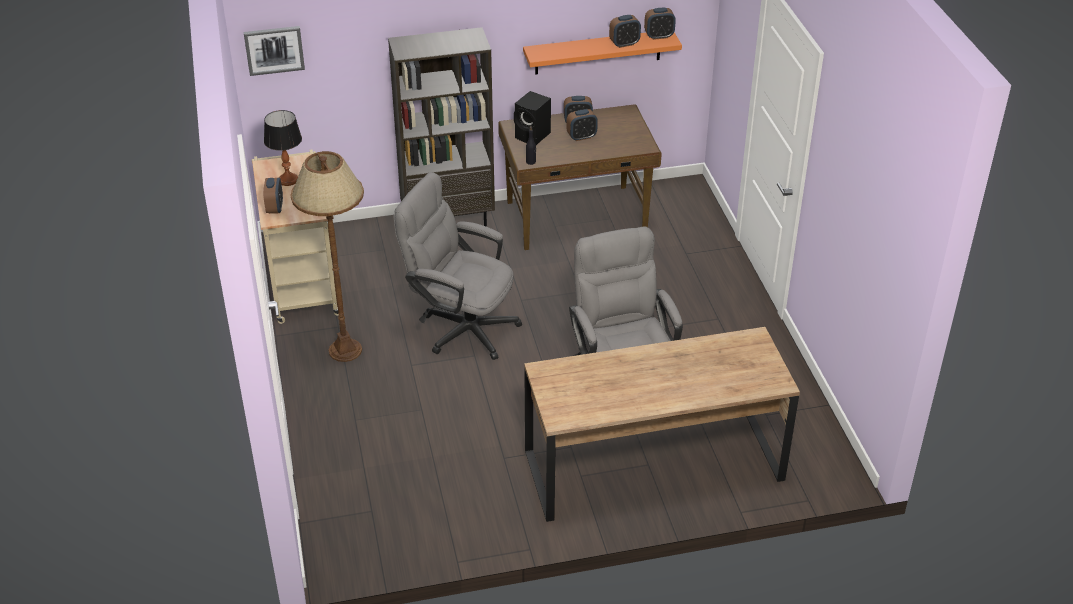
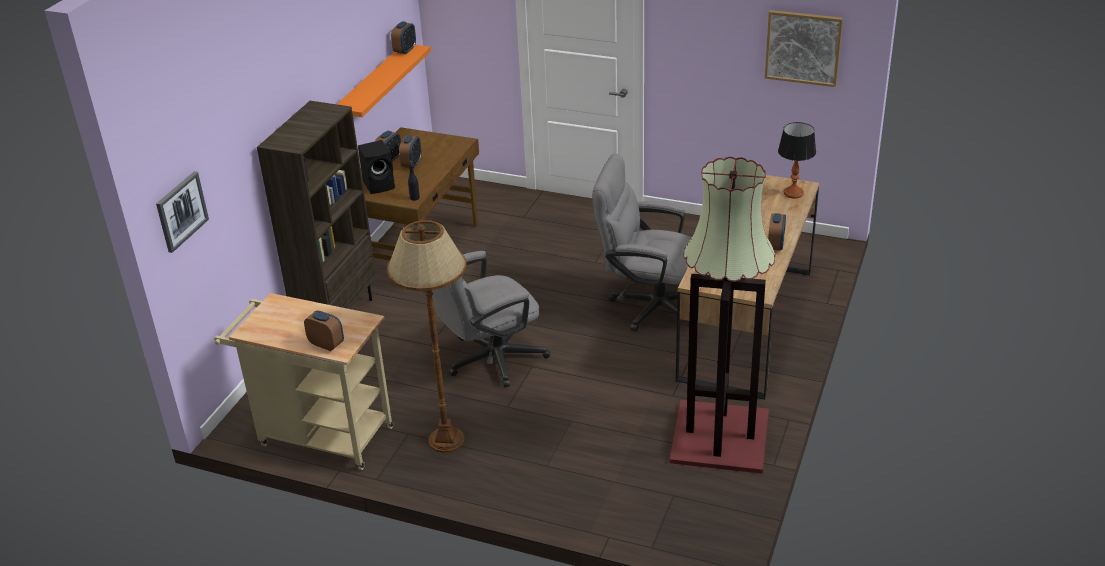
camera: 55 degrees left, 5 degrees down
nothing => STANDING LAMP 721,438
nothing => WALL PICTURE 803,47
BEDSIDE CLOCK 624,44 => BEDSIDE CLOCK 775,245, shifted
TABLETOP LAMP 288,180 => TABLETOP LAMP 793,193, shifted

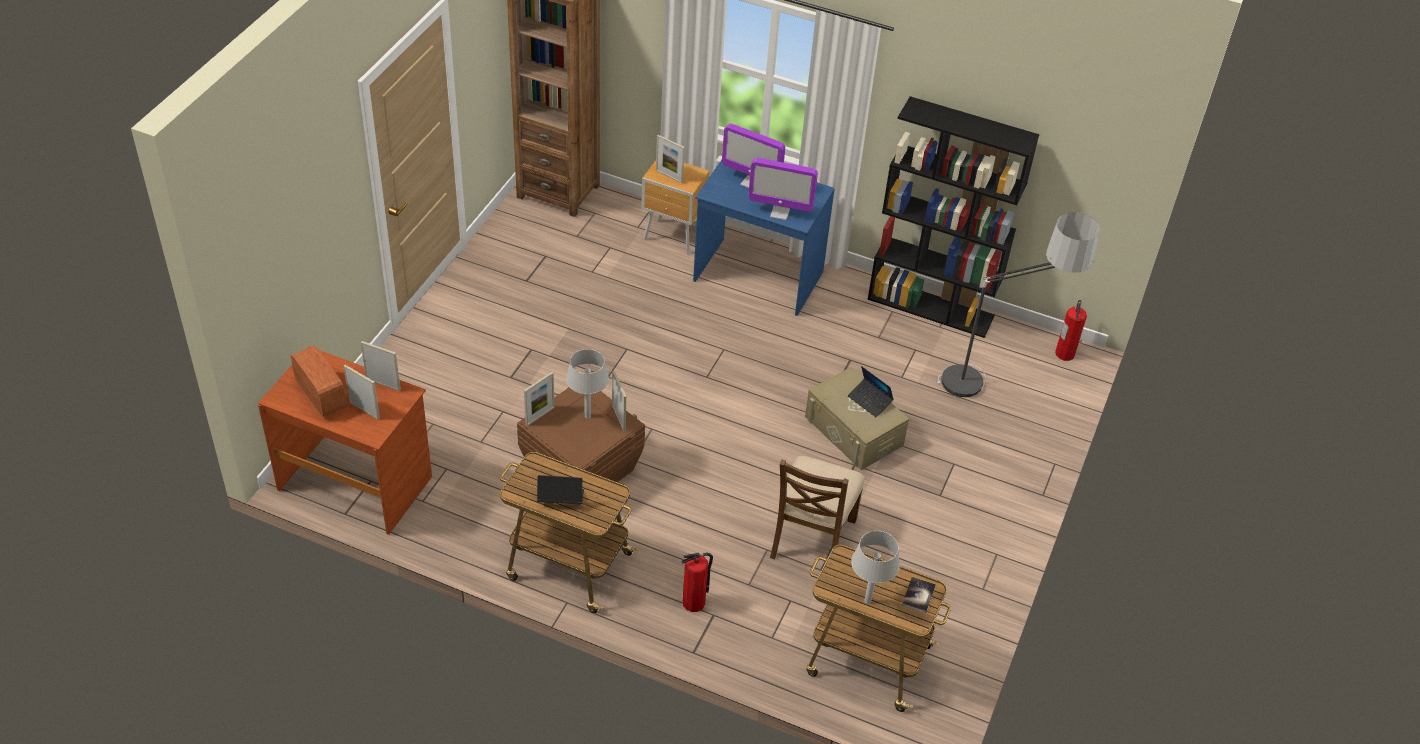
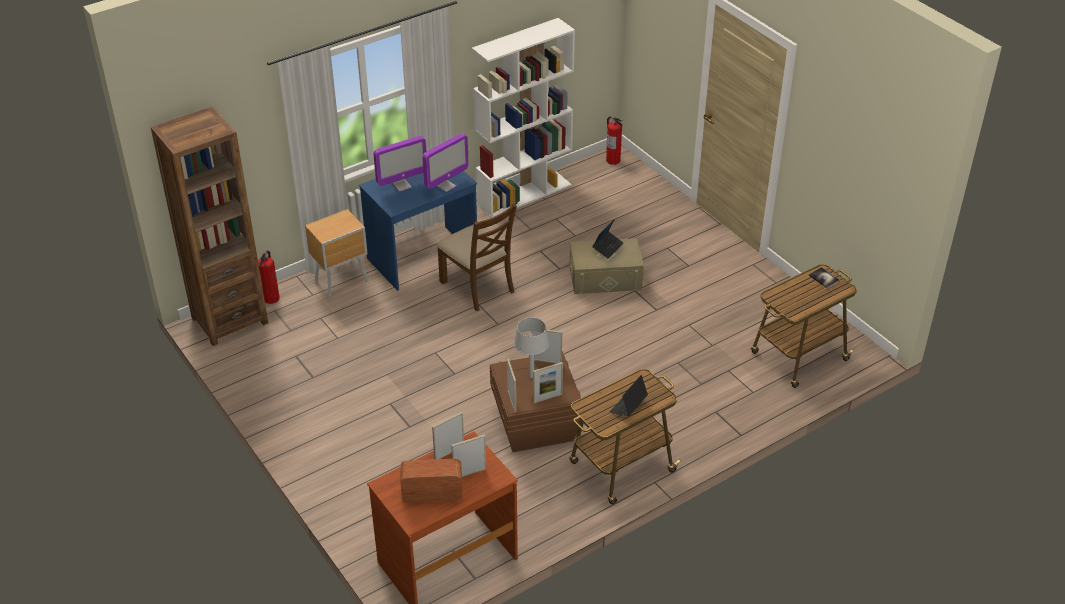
camera: 55 degrees left, 5 degrees down
EXTINGUISHER 694,602 => EXTINGUISHER 271,298, shifted
BROWN PLAIN CHAIR 811,538 => BROWN PLAIN CHAIR 478,286, shifted
BLACK SHELVING UNIT 931,307 => WHITE-COLOURED SHELVING UNIT 524,194
PICTURE FRAME 669,176 => PICTURE FRAME 547,398, shifted
LAPTOP 870,401 => LAPTOP 607,247, 45 degrees counterclockwise
GREYISH TABLETOP LAMP 867,600 => nothing
STANDING LAMP 995,385 => nothing

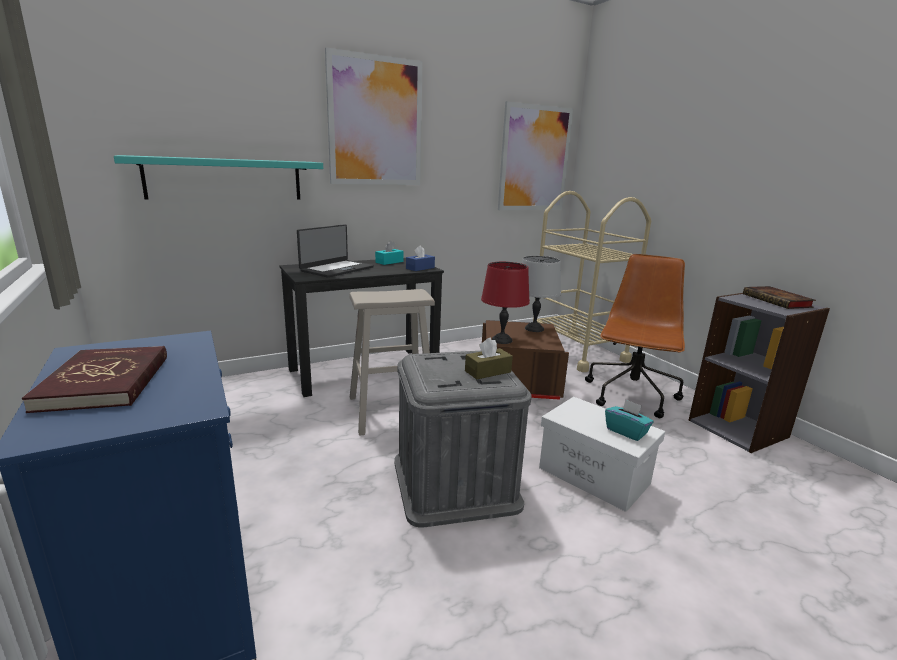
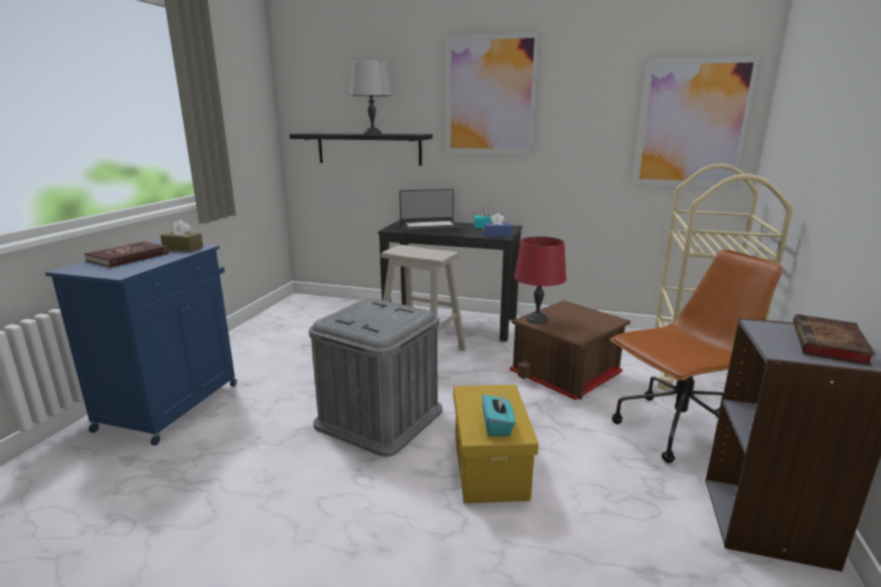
camera: 45 degrees right, 0 degrees up
BROWN TISSUE HOLDER 488,371 => BROWN TISSUE HOLDER 183,248, shifted
BLUE-GREEN WALL SHELF 225,179 => BLACK WALL SHELF 369,148
GREYISH TABLETOP LAMP 534,329 => GREYISH TABLETOP LAMP 372,133, shifted
WHITE-COLOURED STORAGE BOX 595,476 => YELLOW-COLOURED STORAGE BOX 490,467

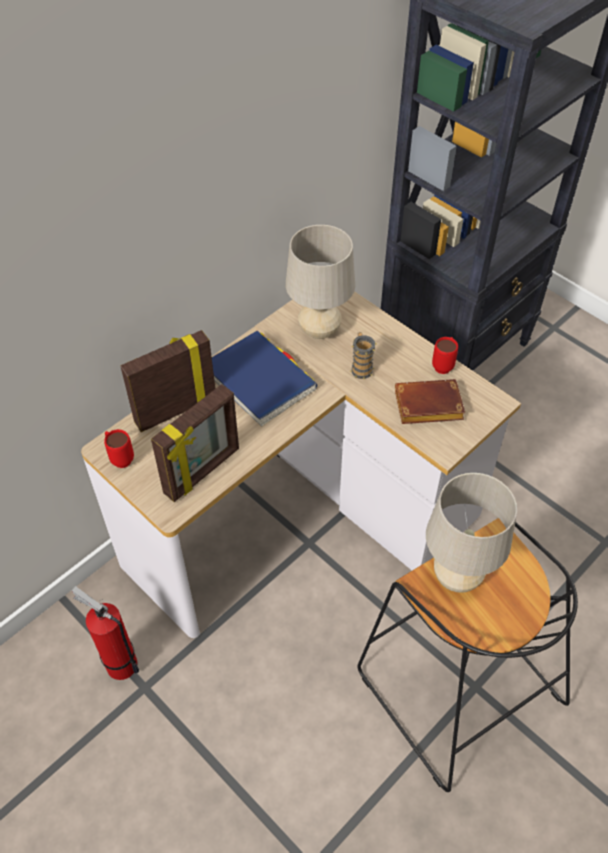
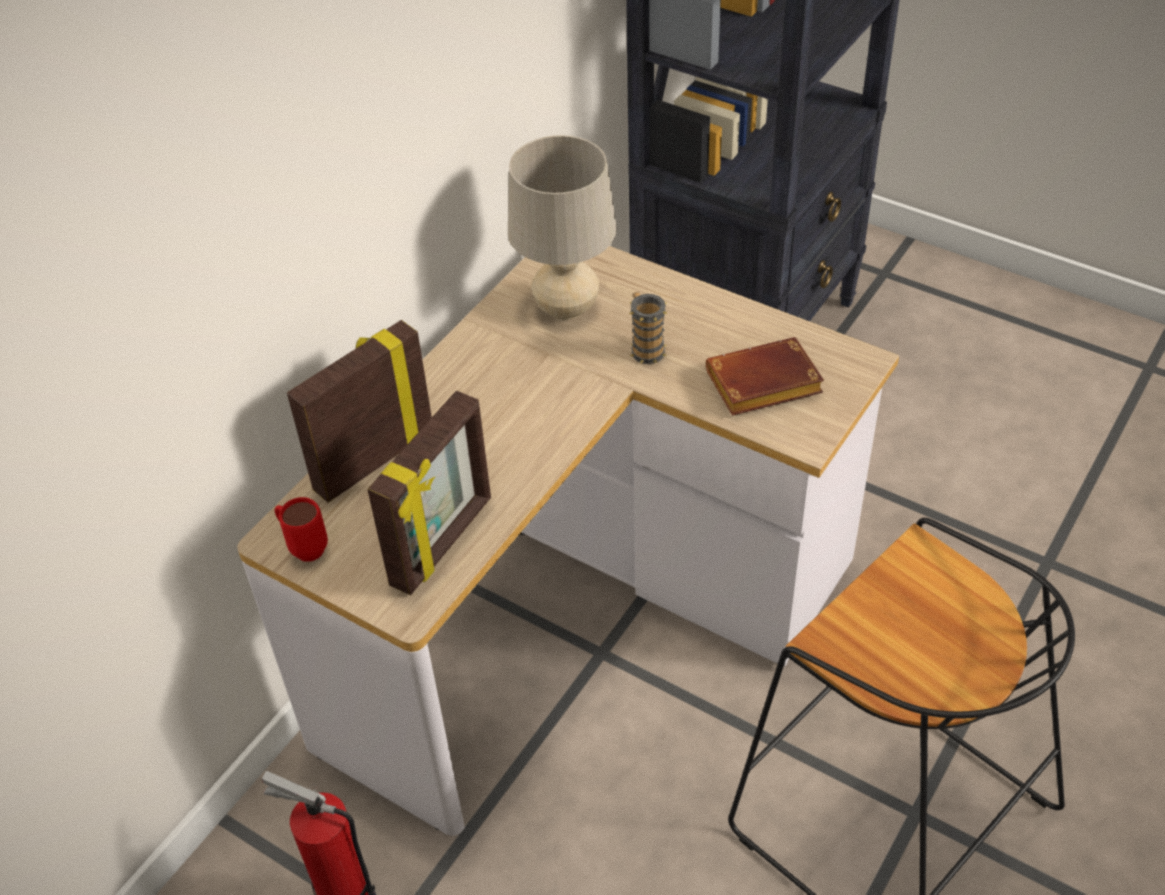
camera: 10 degrees left, 5 degrees down
BLUE-COLOURED BOOK 259,380 => nothing
BEIGE-COLOURED TABLETOP LAMP 457,577 => nothing
RED-COLOURED TEA MUG 444,365 => nothing

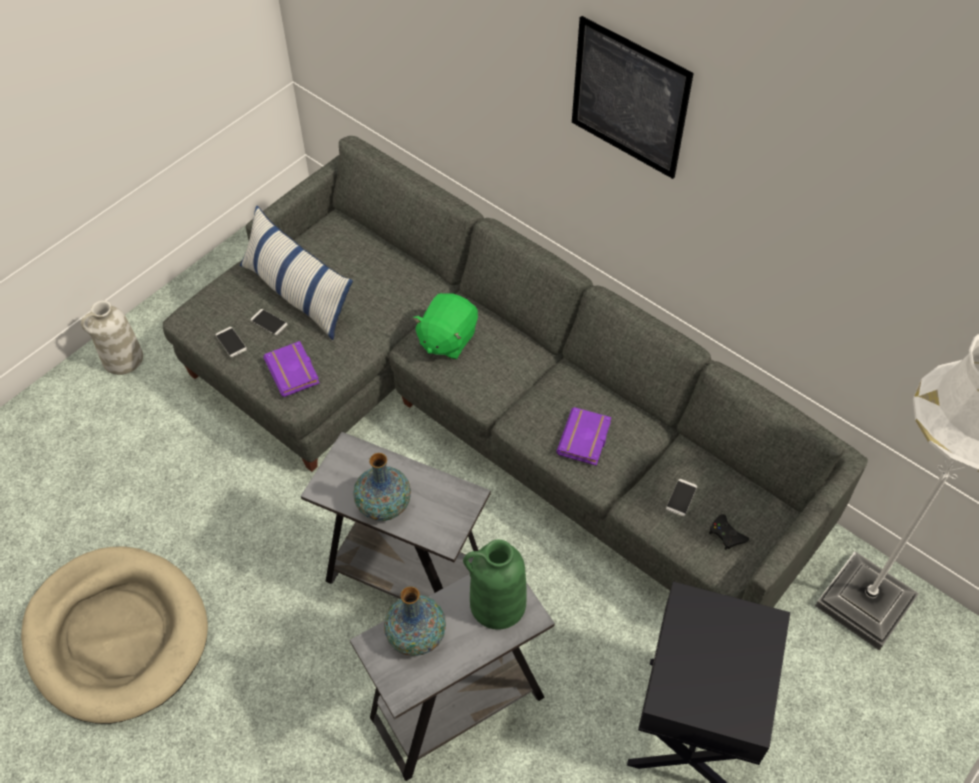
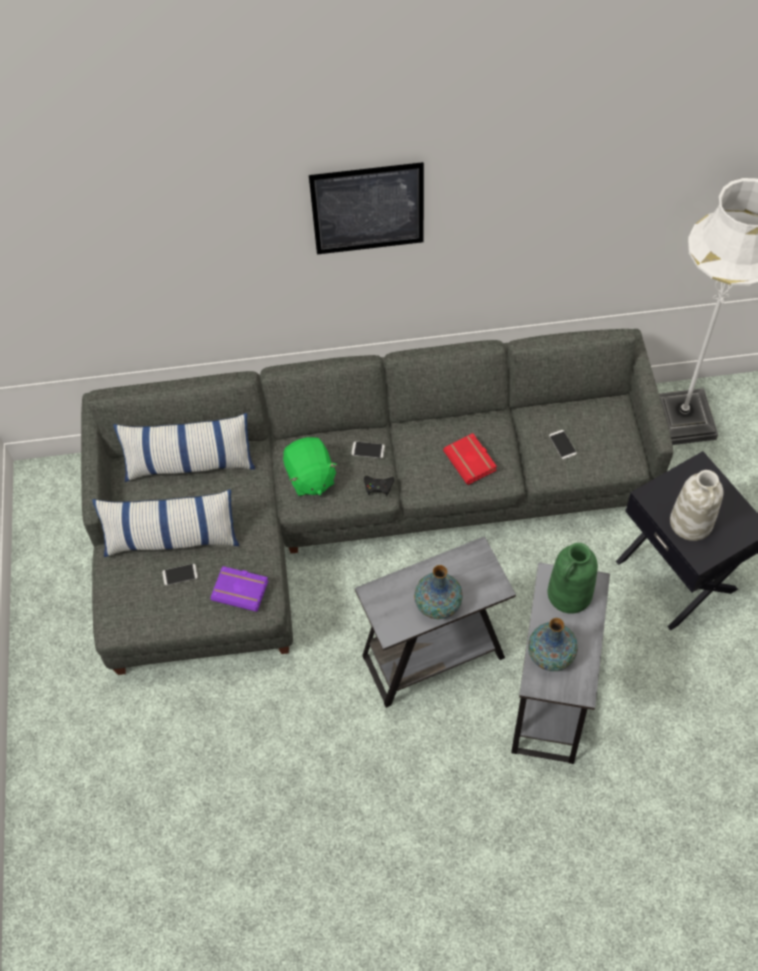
camera: 45 degrees left, 5 degrees up
nothing => PILLOW 189,463
HANDSET 231,342 => HANDSET 368,450, shifted
BLACK GAME CONTROLLER 726,534 => BLACK GAME CONTROLLER 378,486, shifted
PURPLISH BOOK 585,440 => RED-COLOURED BOOK 472,461
WHITE-COLOURED FLOWER VASE 122,360 => WHITE-COLOURED FLOWER VASE 691,523, shifted
BEIGE-COLOURED PET BED 117,635 => nothing

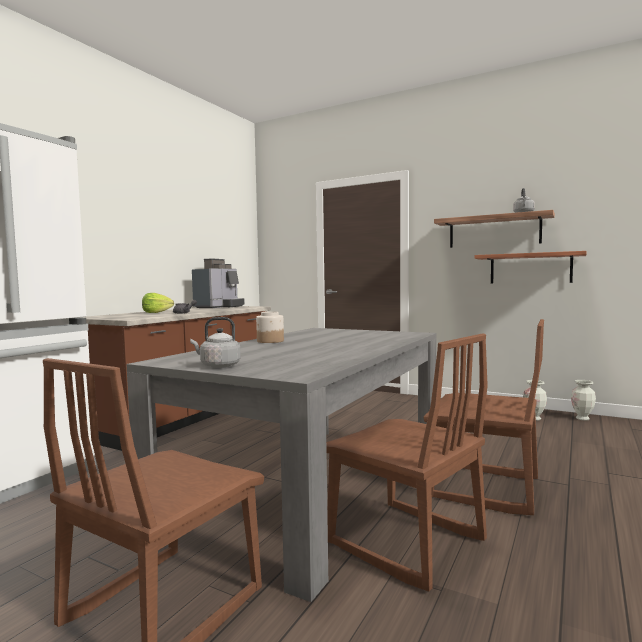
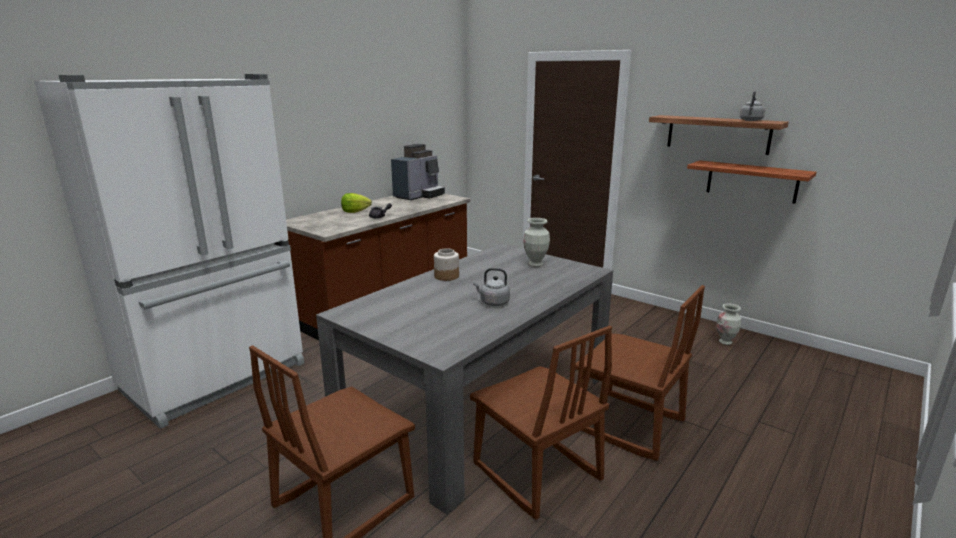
camera: 10 degrees right, 15 degrees up
GREYISH WATER KETTLE 218,366 => GREYISH WATER KETTLE 493,302, shifted
FLOWER VASE 582,418 => FLOWER VASE 535,264, shifted

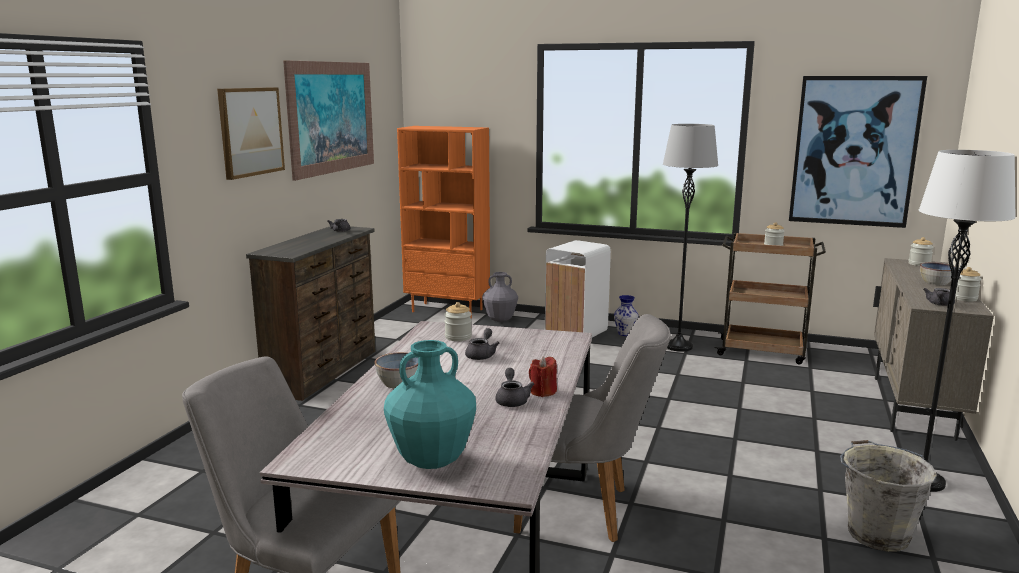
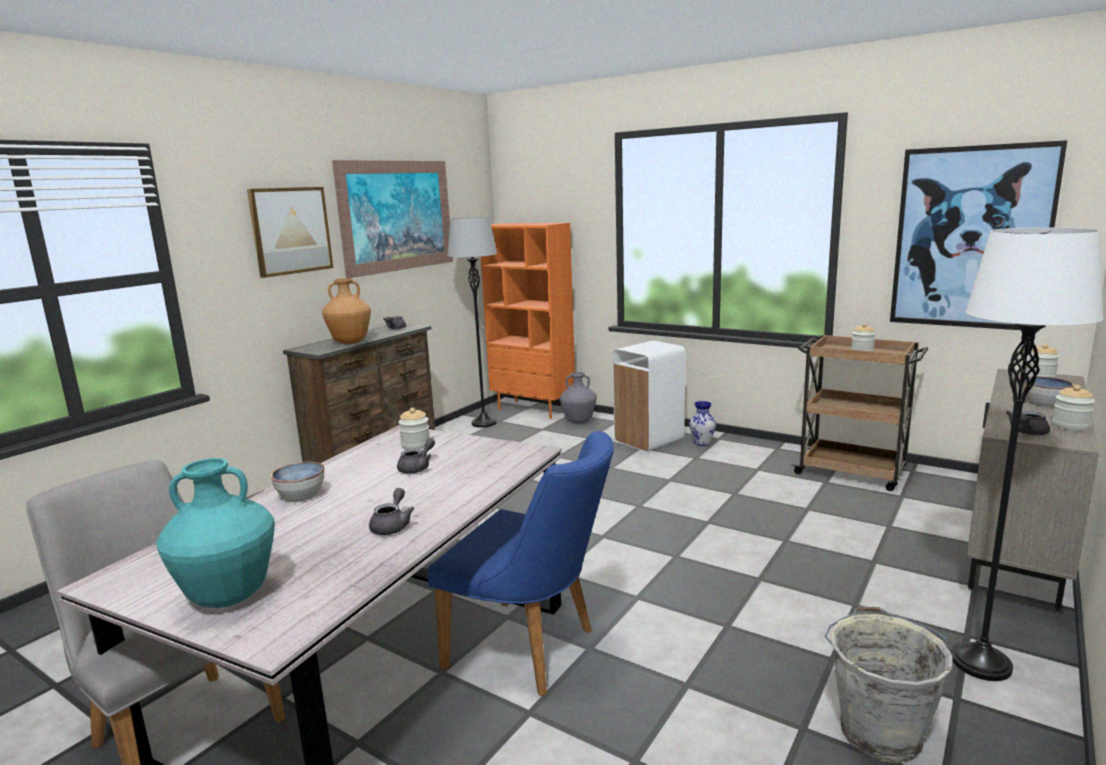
camera: 15 degrees right, 0 degrees up
nothing => BROWN FLOWER VASE 350,342
GREYISH PLAIN CHAIR 585,510 => BLUE-COLOURED PLAIN CHAIR 533,650
GREYISH STANDING LAMP 678,346 => GREYISH STANDING LAMP 484,423, shifted
RED-COLOURED CANDLE 543,392 => nothing

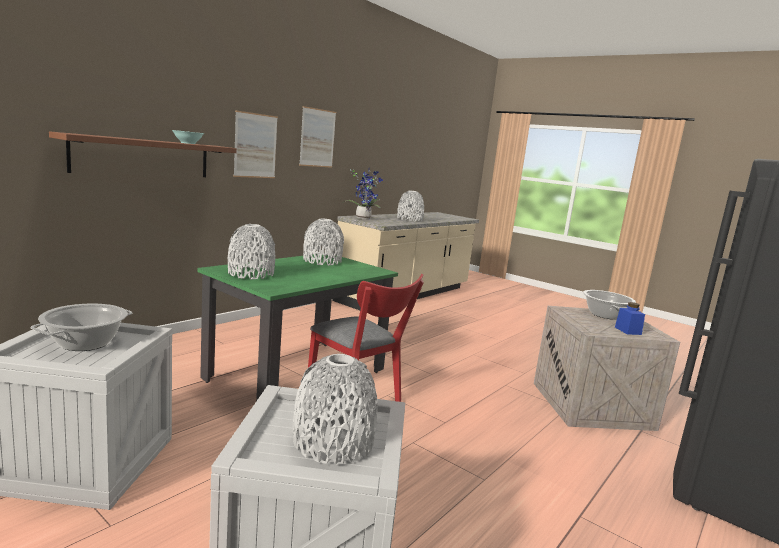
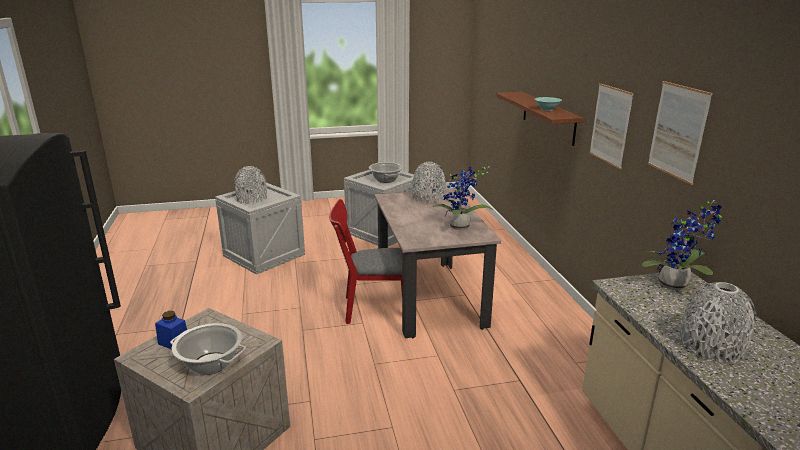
camera: 130 degrees right, 10 degrees up
GREEN-COLOURED KITCHEN TABLE 297,374 => BEIGE-COLOURED KITCHEN TABLE 429,298
GREYISH FLOWER VASE 322,261 => PLANT IN A POT 460,228

